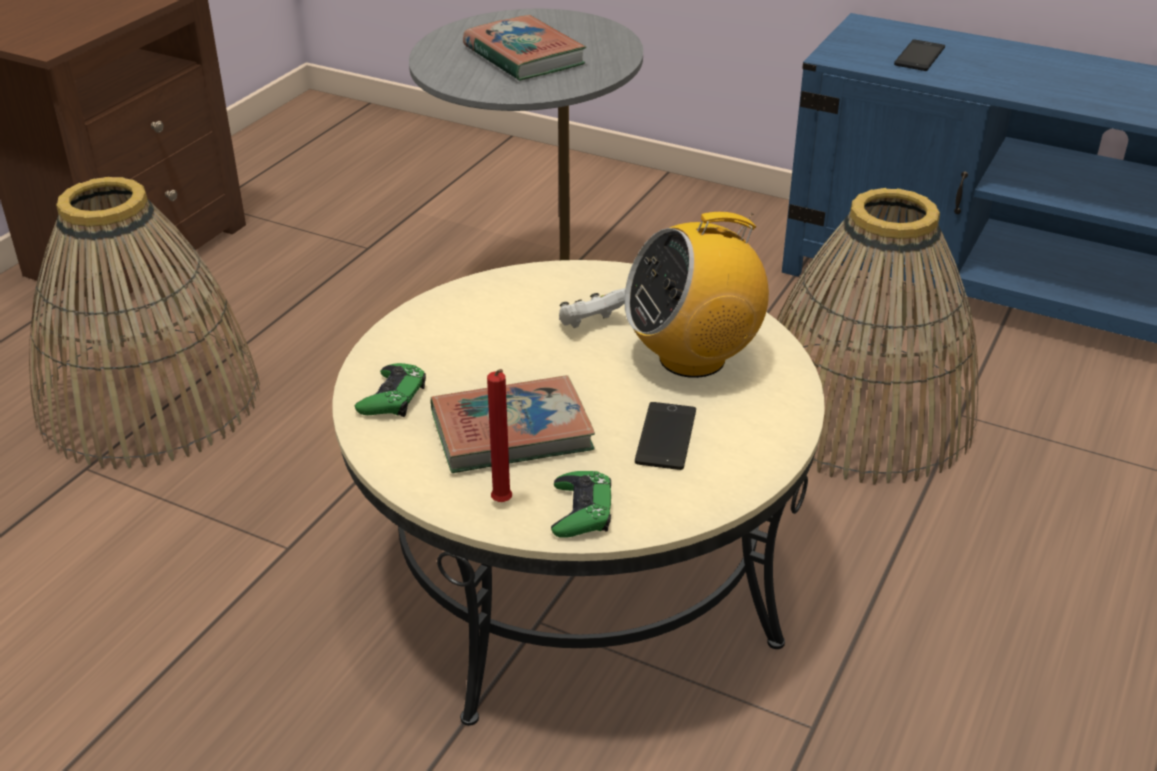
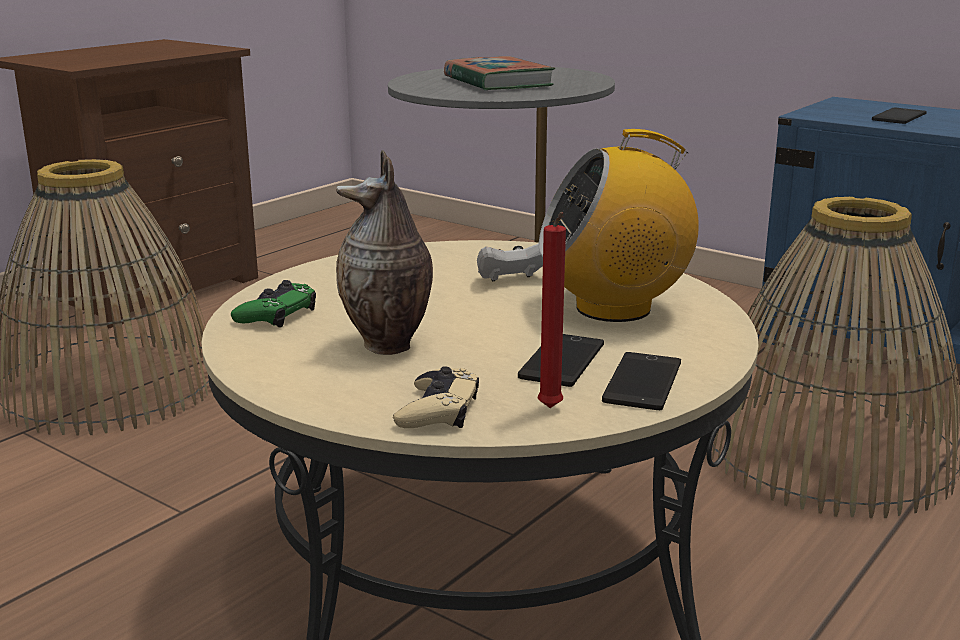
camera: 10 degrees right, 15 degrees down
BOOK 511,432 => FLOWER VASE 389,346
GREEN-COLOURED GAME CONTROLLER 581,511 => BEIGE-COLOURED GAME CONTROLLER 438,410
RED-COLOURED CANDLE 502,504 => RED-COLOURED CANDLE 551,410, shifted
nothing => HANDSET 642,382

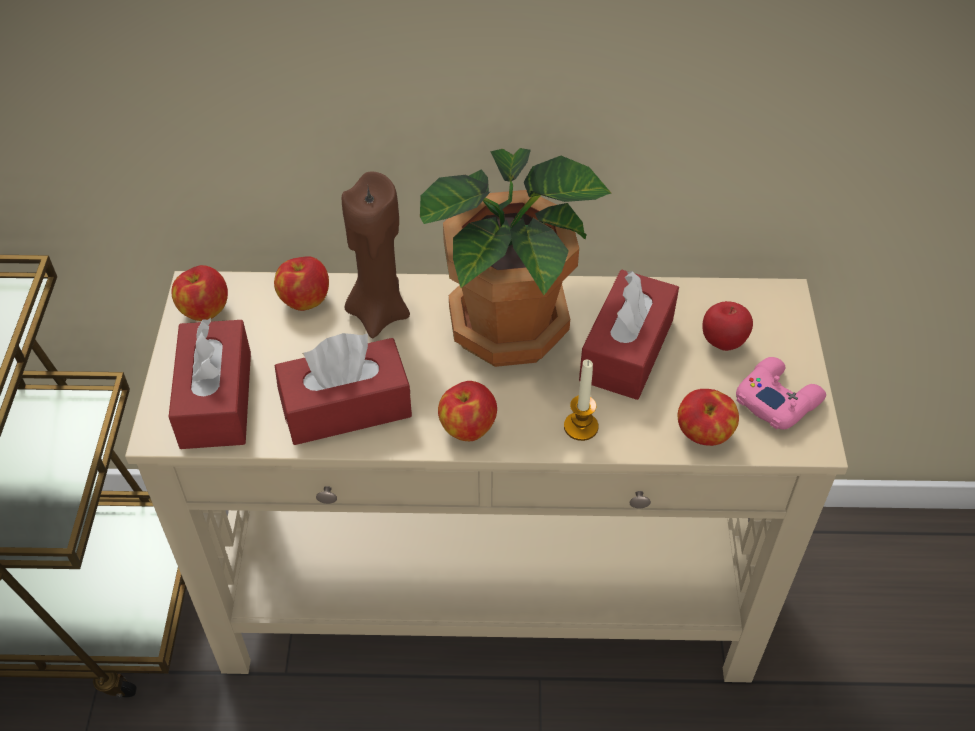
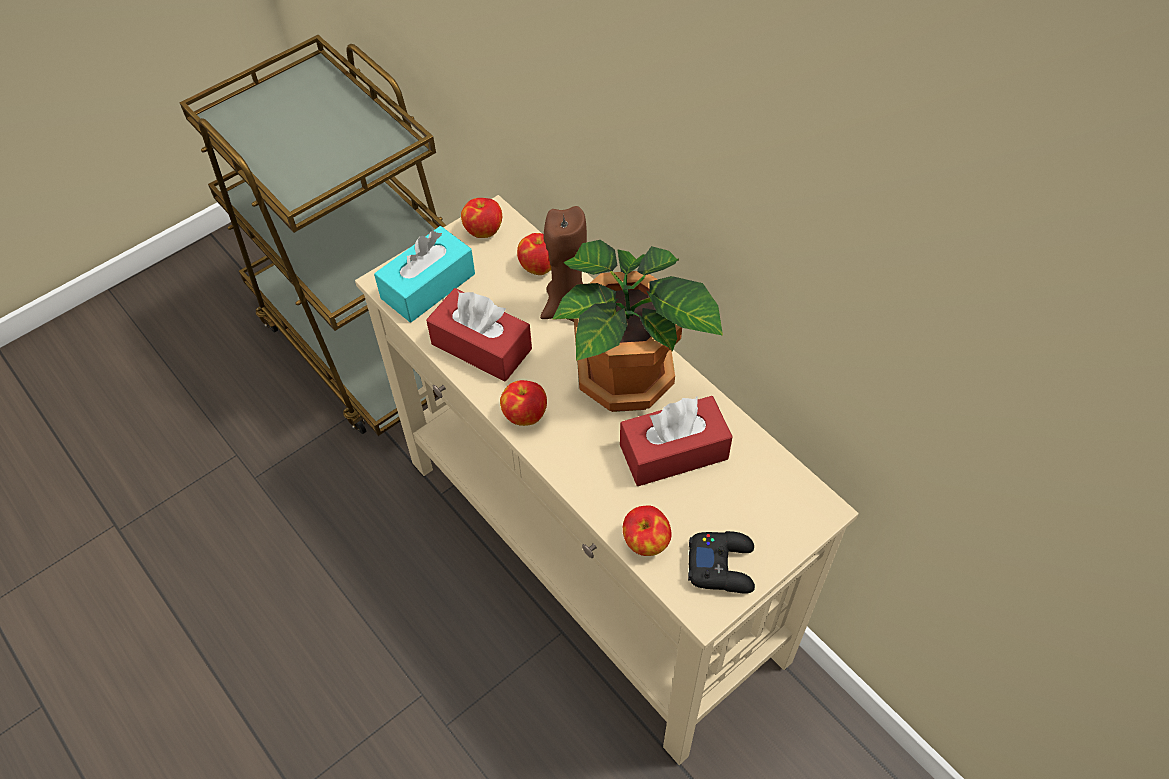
camera: 50 degrees right, 5 degrees up
RED-COLOURED TISSUE HOLDER 216,399 => BLUE-GREEN TISSUE HOLDER 428,286
PINKISH GAME CONTROLLER 777,399 => BLACK GAME CONTROLLER 722,565
CANDLE 581,427 => nothing
WHOLE APPLE 722,343 => nothing

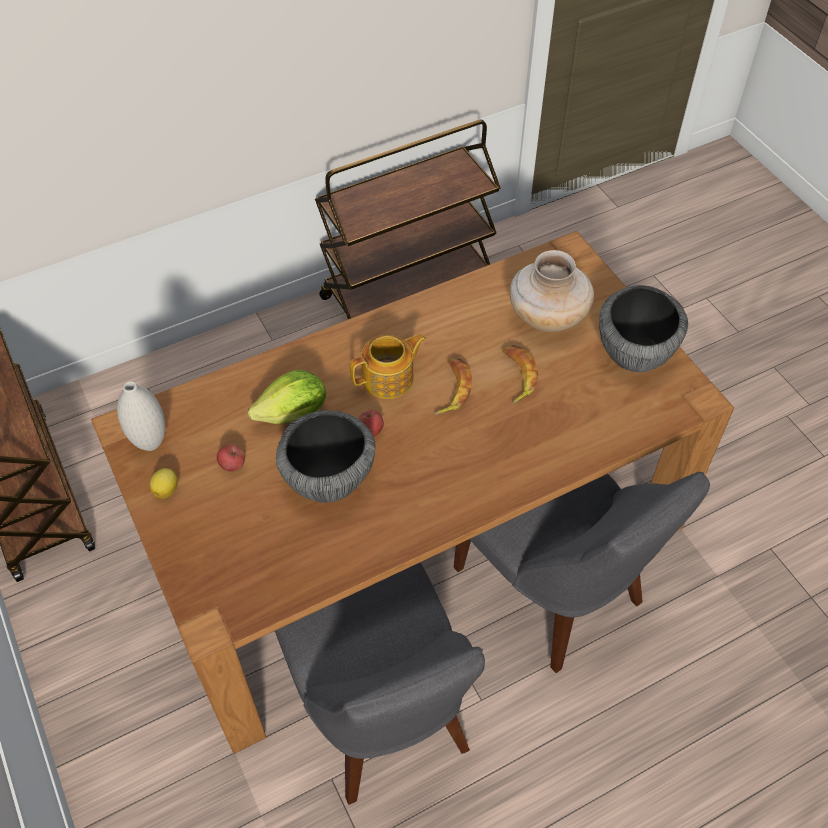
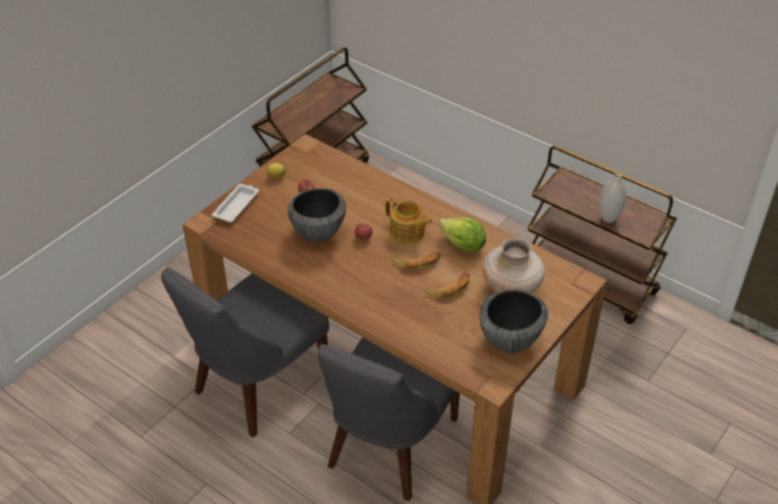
camera: 65 degrees right, 10 degrees down
nothing => WHITE-COLOURED CARRYING TRAY 237,205
LETTUCE 294,414 => LETTUCE 463,246, shifted
WHITE-COLOURED FLOWER VASE 150,442 => WHITE-COLOURED FLOWER VASE 608,219, shifted

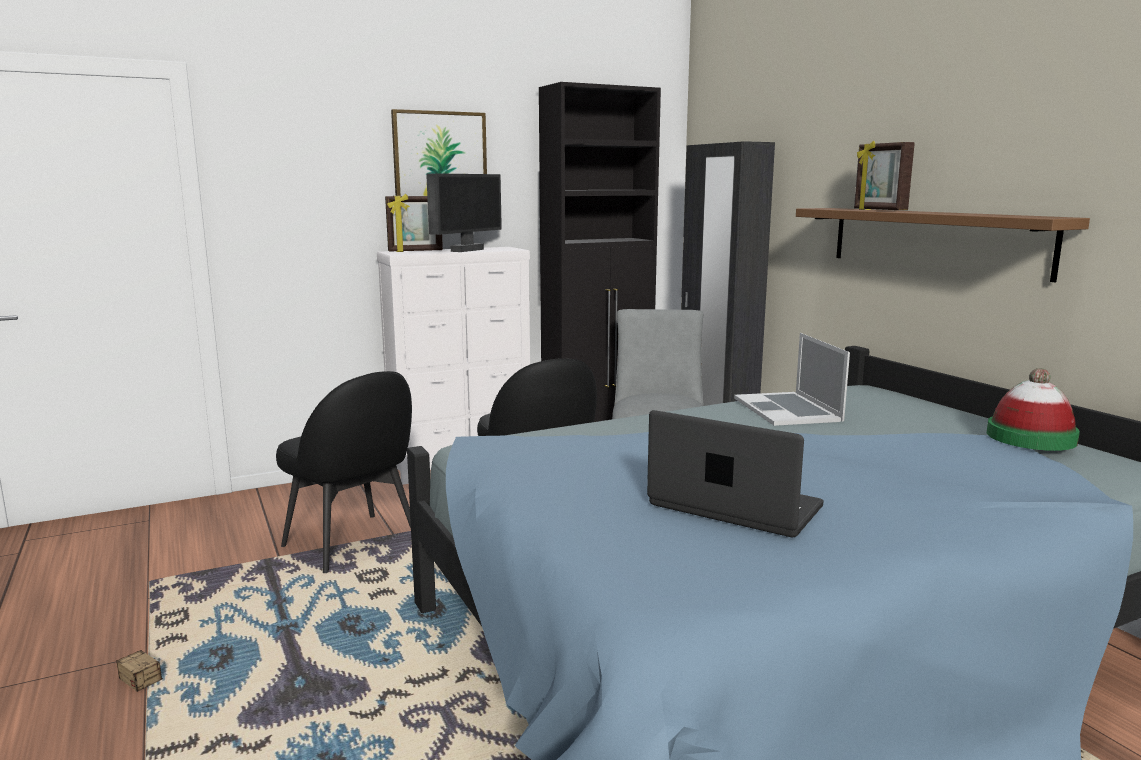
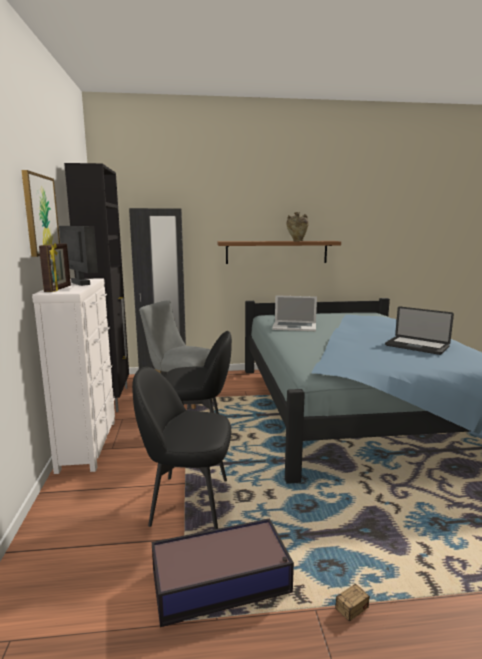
camera: 70 degrees left, 0 degrees up
BLACK PLAIN CHAIR 353,544 => BLACK PLAIN CHAIR 187,501, 150 degrees counterclockwise
nothing => STORAGE BOX 222,582
nothing => BEIGE-COLOURED FLOWER VASE 297,241
LAPTOP 734,506 => LAPTOP 416,346, 105 degrees counterclockwise
PICTURE FRAME 879,210 => nothing
CLOTHING HAT 1031,437 => nothing

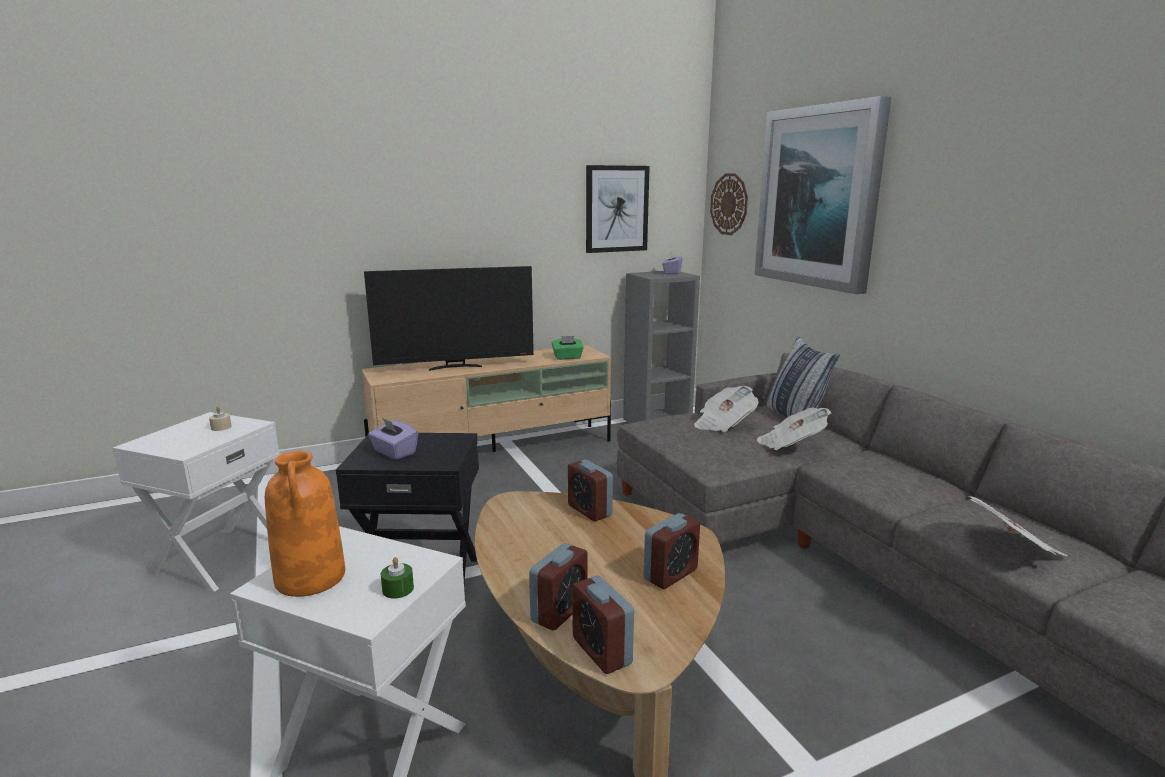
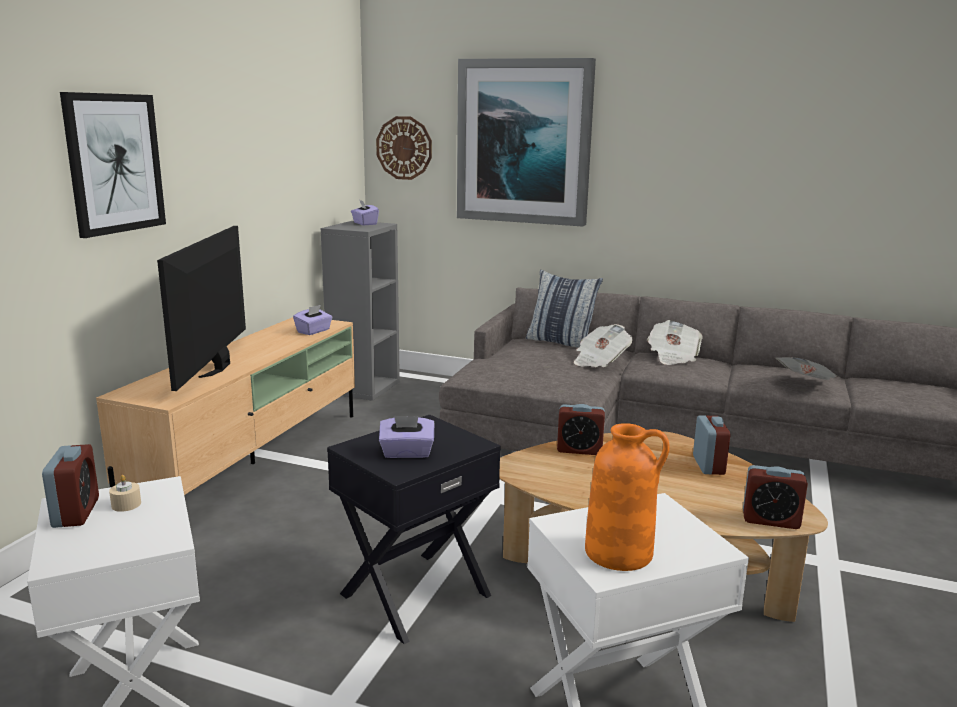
camera: 45 degrees left, 0 degrees up
BEDSIDE CLOCK 559,611 => BEDSIDE CLOCK 76,513, shifted
WALL PICTURE 616,209 => WALL PICTURE 114,163, shifted
TELEVISION 455,367 => TELEVISION 218,367, 150 degrees clockwise
GREEN-COLOURED TISSUE HOLDER 567,357 => PURPLISH TISSUE HOLDER 314,331
PRINTED PAPER 723,424 => PRINTED PAPER 672,357, shifted
GREEN-COLOURED CANDLE 398,589 => nothing

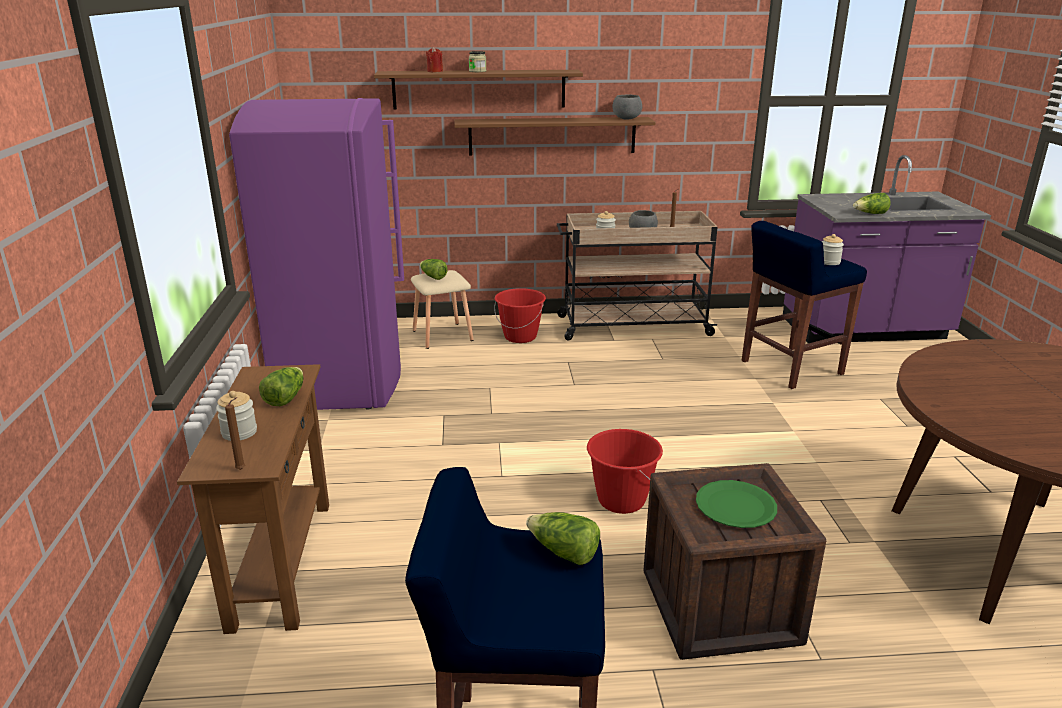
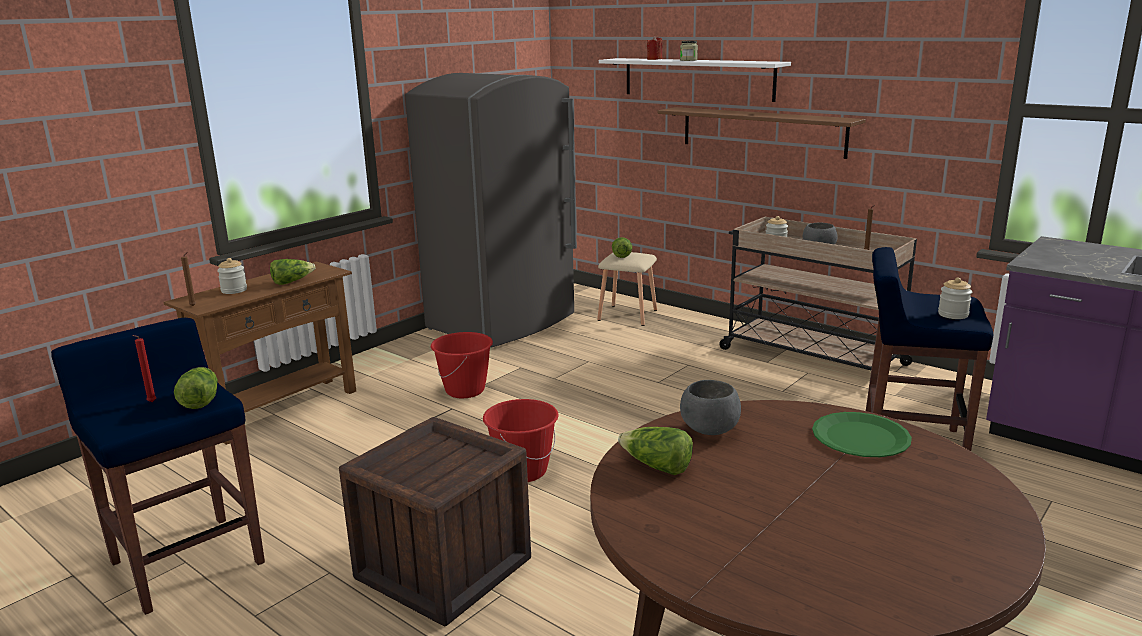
camera: 45 degrees right, 5 degrees down
nothing => RED-COLOURED CANDLE 151,403
PURPLISH REFRIGERATOR 342,379 => GREYISH REFRIGERATOR 503,322
RED-COLOURED WATER BUCKET 520,337 => RED-COLOURED WATER BUCKET 465,390, shifted
BROWN WALL SHELF 479,89 => WHITE-COLOURED WALL SHELF 697,78
LETTUCE 870,214 => LETTUCE 657,467, shifted
GREYISH BOWL 626,119 => GREYISH BOWL 709,430, shifted
GREEN-COLOURED DINNER PLATE 735,506 => GREEN-COLOURED DINNER PLATE 860,437, shifted

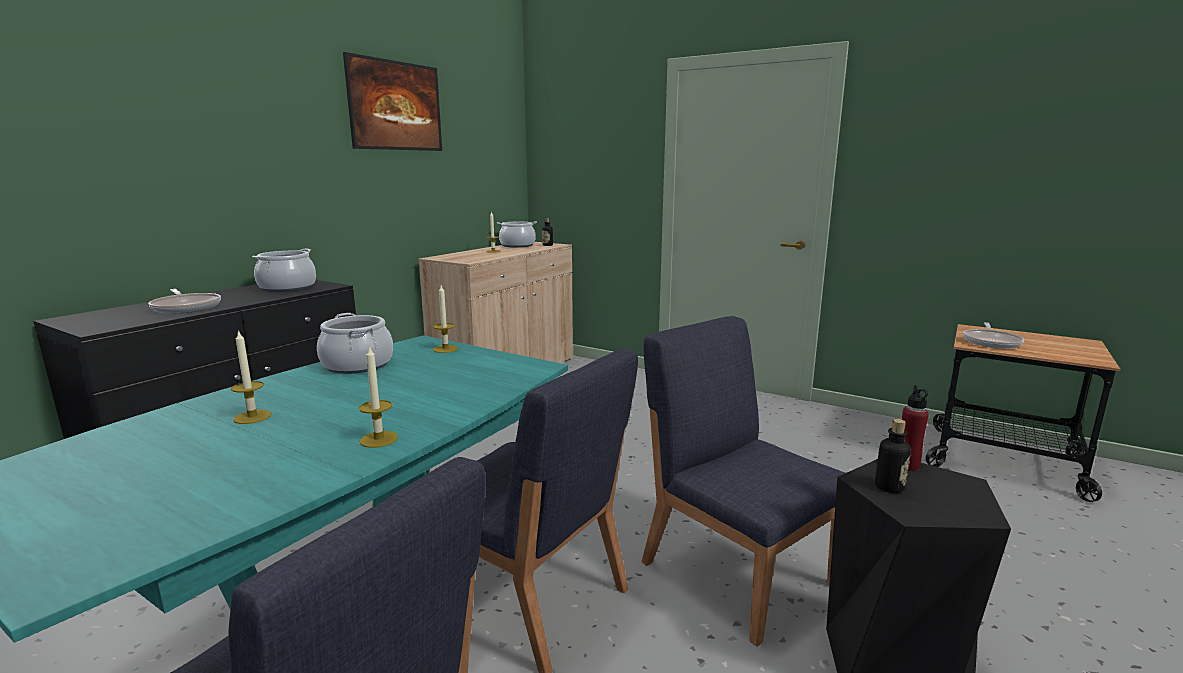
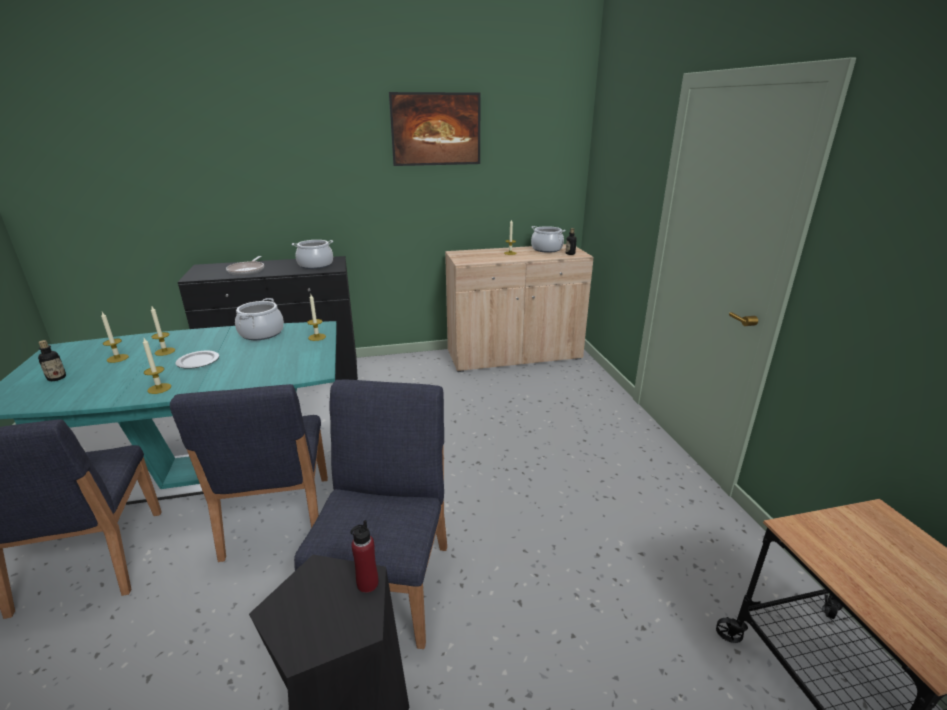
camera: 45 degrees right, 10 degrees up
DRINK BOTTLE 889,487 => DRINK BOTTLE 57,378, shifted
nothing => CANDLE 117,358
nothing => DINNER PLATE 197,361
FRYING PAN 991,342 => nothing

